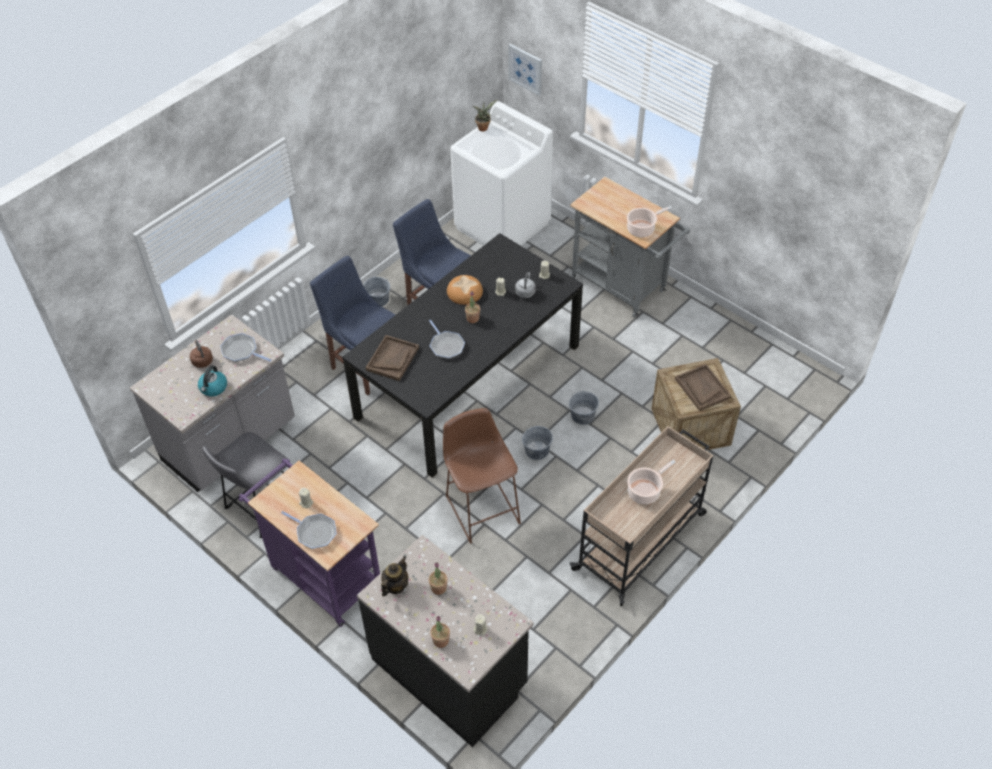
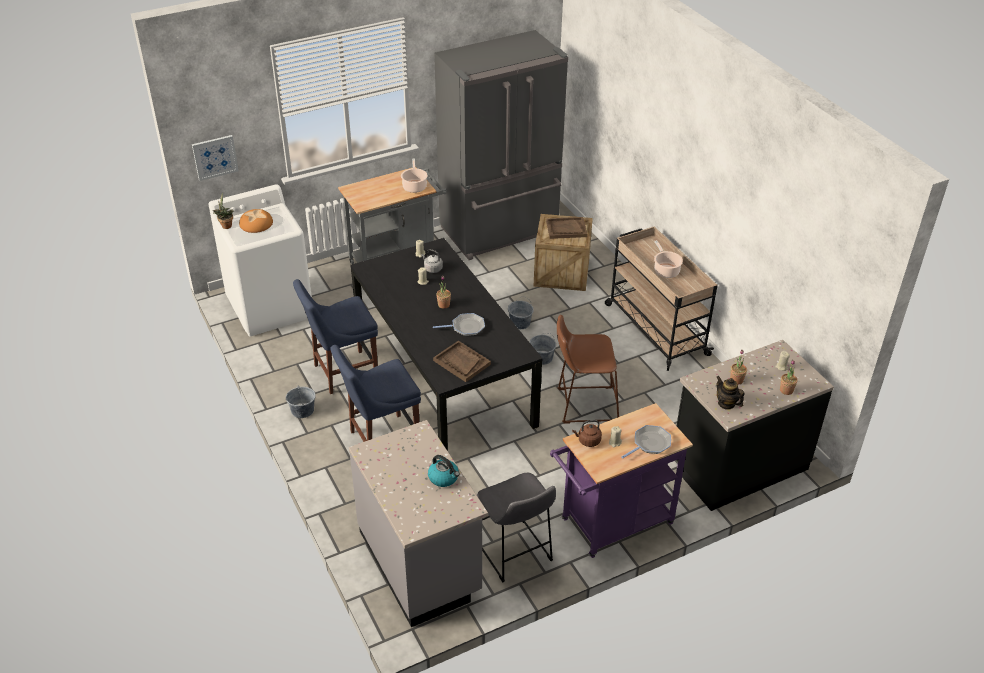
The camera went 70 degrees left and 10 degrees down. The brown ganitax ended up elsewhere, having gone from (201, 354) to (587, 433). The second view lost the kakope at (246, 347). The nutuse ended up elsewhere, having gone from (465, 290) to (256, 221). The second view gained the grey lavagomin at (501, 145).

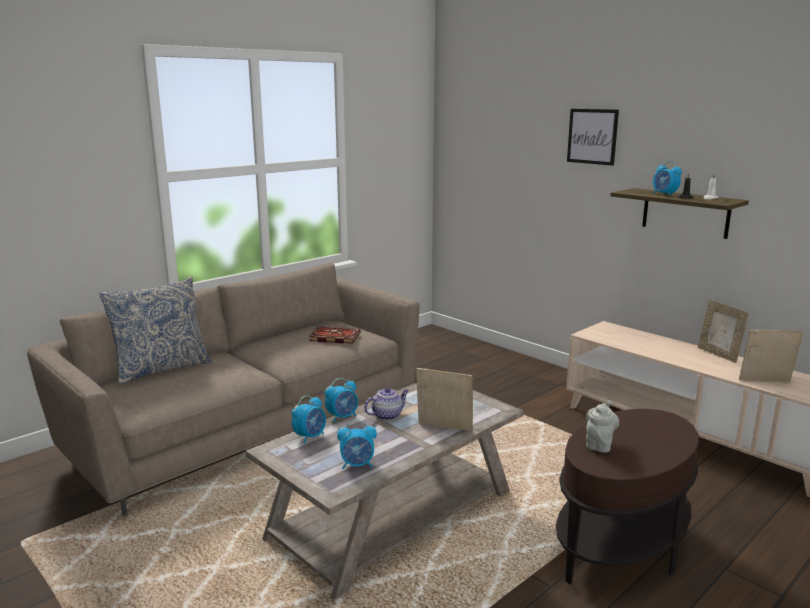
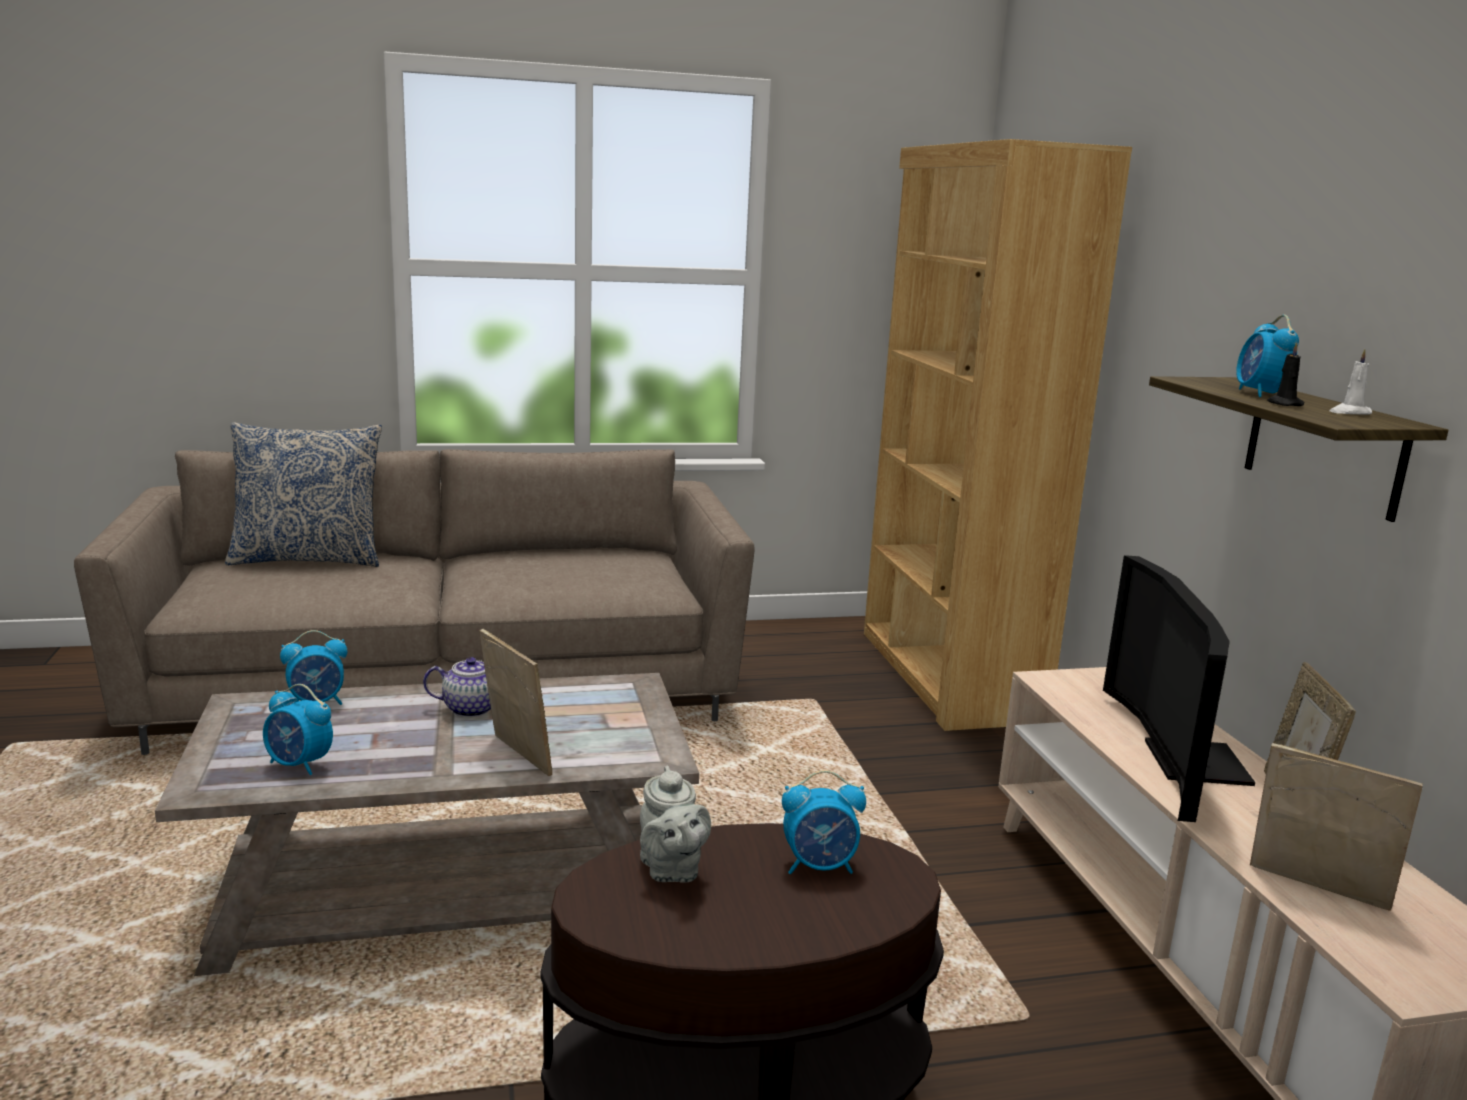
The camera went 30 degrees right and 0 degrees up. The second view lost the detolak at (334, 334). The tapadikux ended up elsewhere, having gone from (341, 400) to (824, 822). The second view lost the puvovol at (593, 137). The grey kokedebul at (602, 426) ended up facing another way, 105 degrees clockwise from before. The second view gained the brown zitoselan at (998, 435). The second view gained the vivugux at (1179, 688).

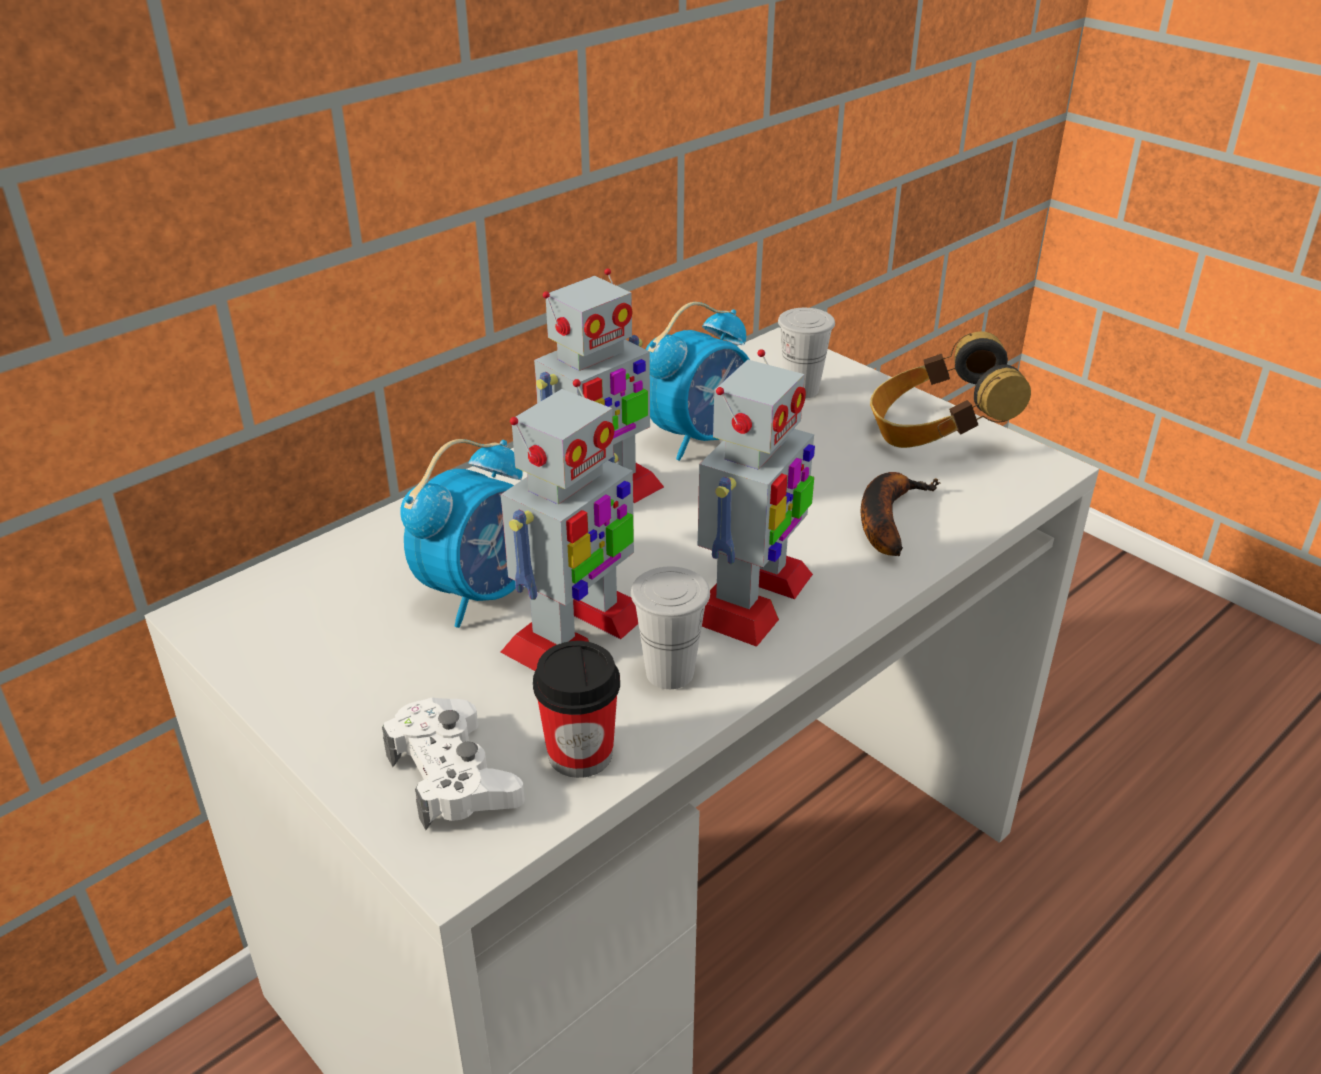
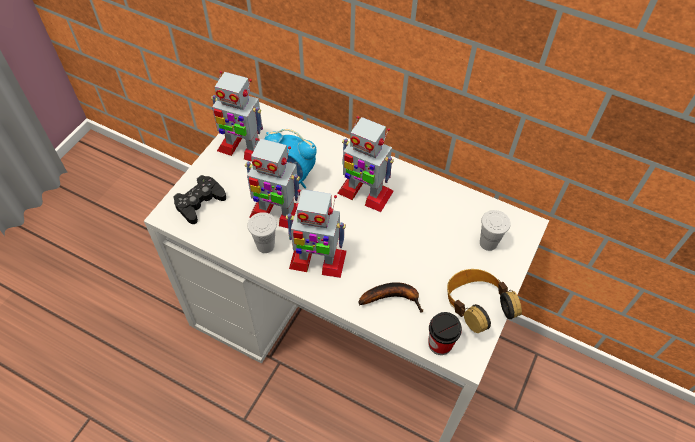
The camera went 70 degrees right and 20 degrees up. What was the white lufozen at (453, 763) turned into the black lufozen at (199, 199). The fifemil ended up elsewhere, having gone from (576, 709) to (445, 333). The second view lost the tapadikux at (698, 381). The second view gained the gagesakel at (237, 116).

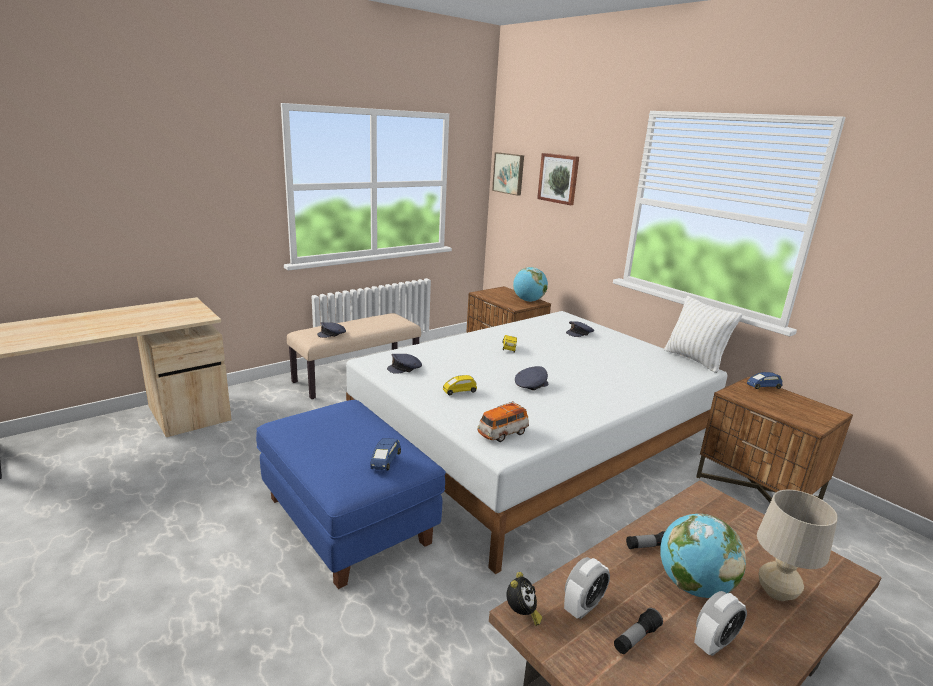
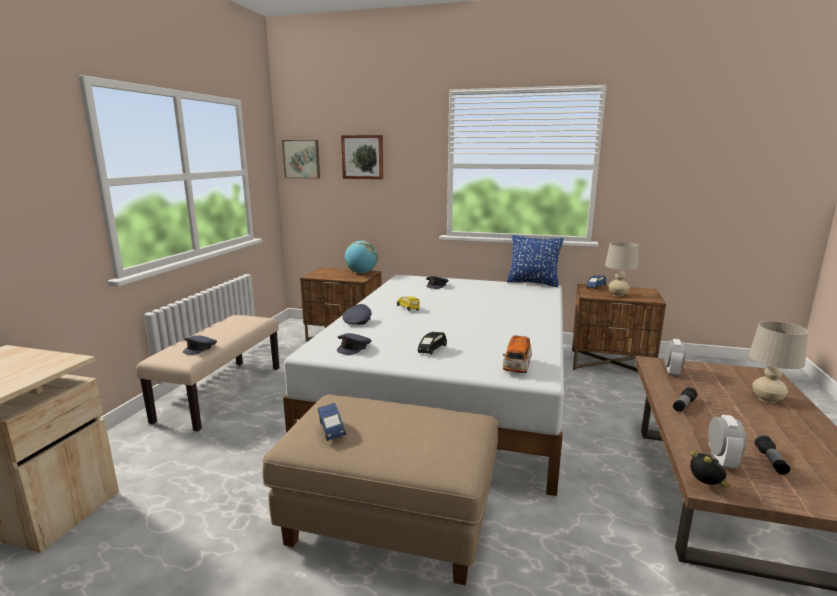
The camera went 35 degrees left and 5 degrees down. What was the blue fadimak at (351, 494) turned into the beige fadimak at (380, 489). The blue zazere ended up elsewhere, having gone from (385, 454) to (332, 422). What was the yellow zazere at (460, 385) turned into the black zazere at (432, 343). The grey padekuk ended up elsewhere, having gone from (531, 378) to (357, 314). The second view lost the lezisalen at (703, 556). What was the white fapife at (703, 334) turned into the blue fapife at (535, 261). The tapadikux ended up elsewhere, having gone from (720, 623) to (675, 357). The second view gained the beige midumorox at (622, 269).

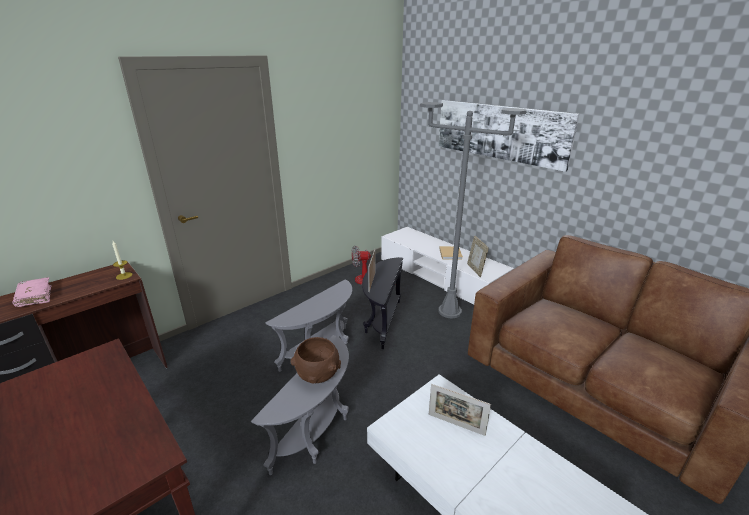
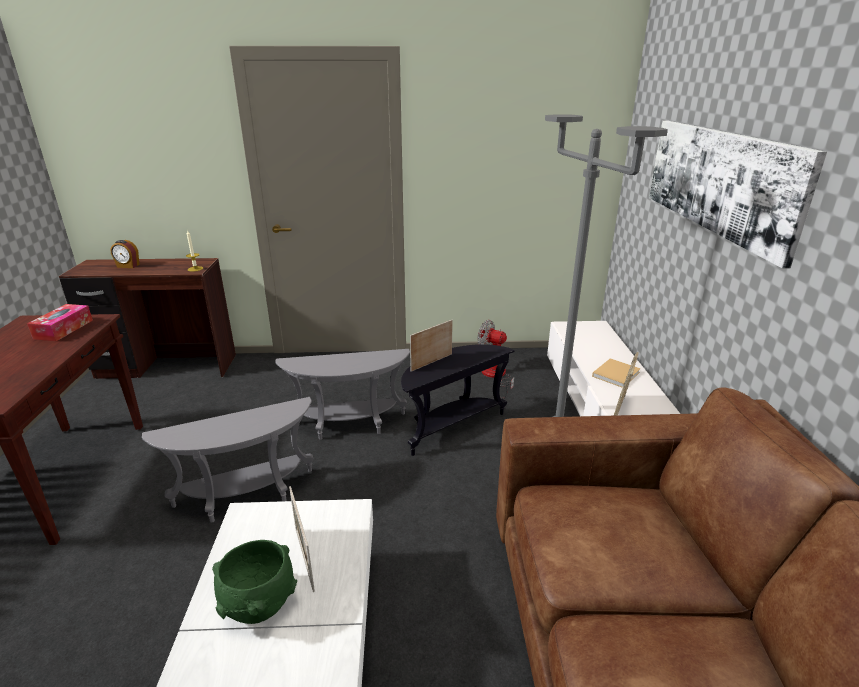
The camera went 40 degrees right and 0 degrees up. Where the pink detolak stood at (32, 292), the tapadikux came to stand at (124, 254). The second view lost the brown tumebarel at (316, 360). The second view gained the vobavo at (60, 322). The second view gained the green tumebarel at (254, 582).

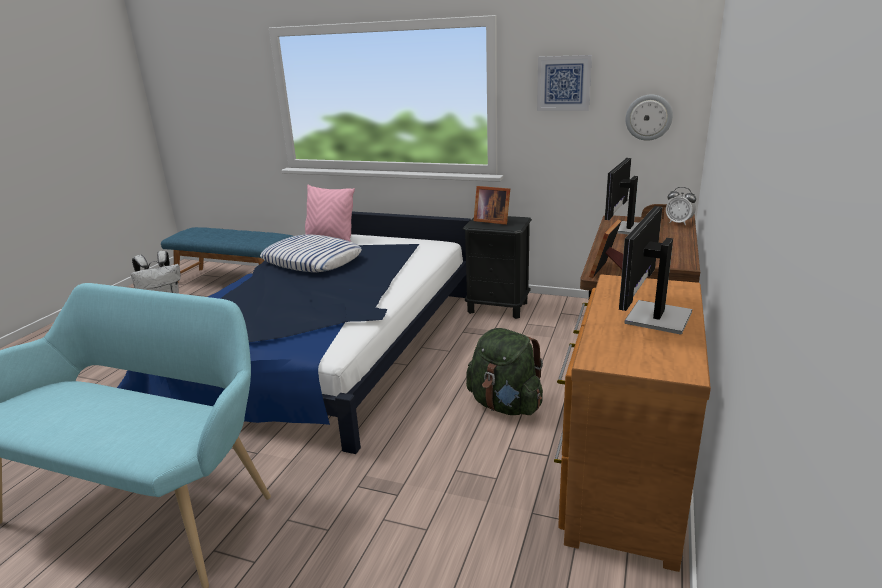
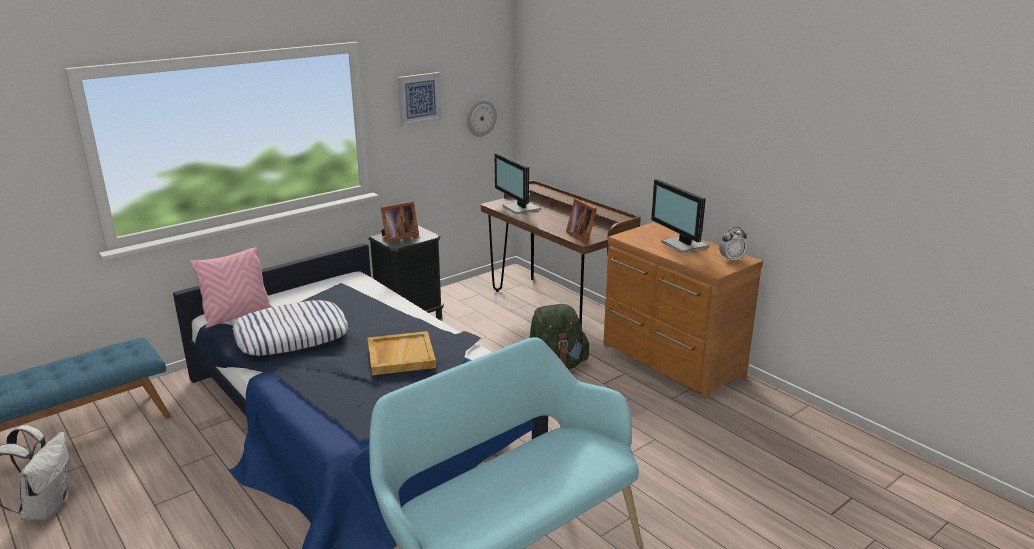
The camera went 60 degrees left and 0 degrees up. The tapadikux ended up elsewhere, having gone from (681, 206) to (733, 244). The second view gained the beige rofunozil at (402, 353).

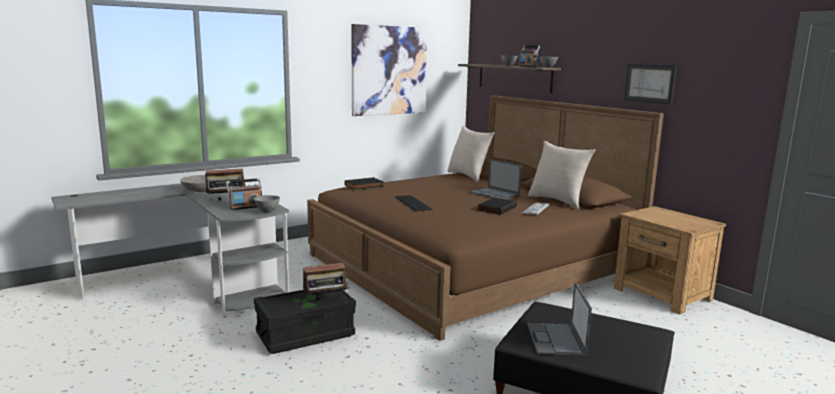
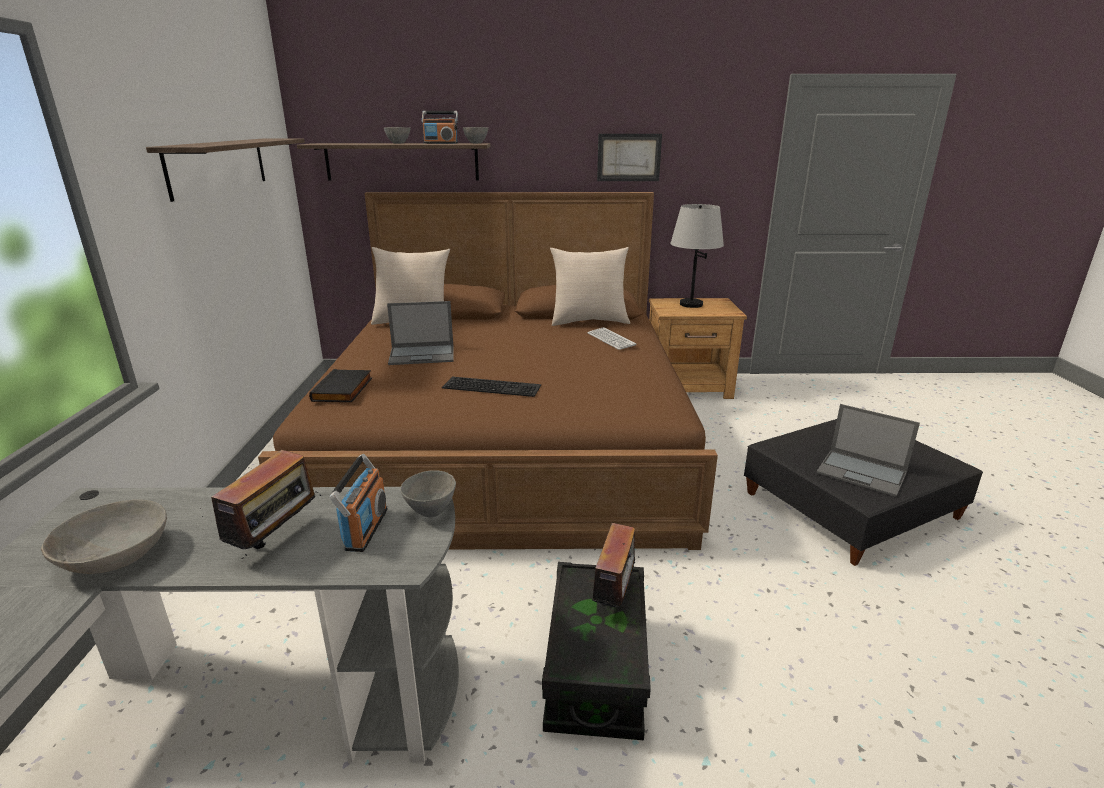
The camera went 55 degrees left and 10 degrees up. Where the puvovol hung at (389, 70), the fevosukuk came to hang at (225, 170). The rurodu ended up elsewhere, having gone from (495, 179) to (420, 333). The second view lost the black detolak at (497, 206). The second view gained the grey midumorox at (697, 256).

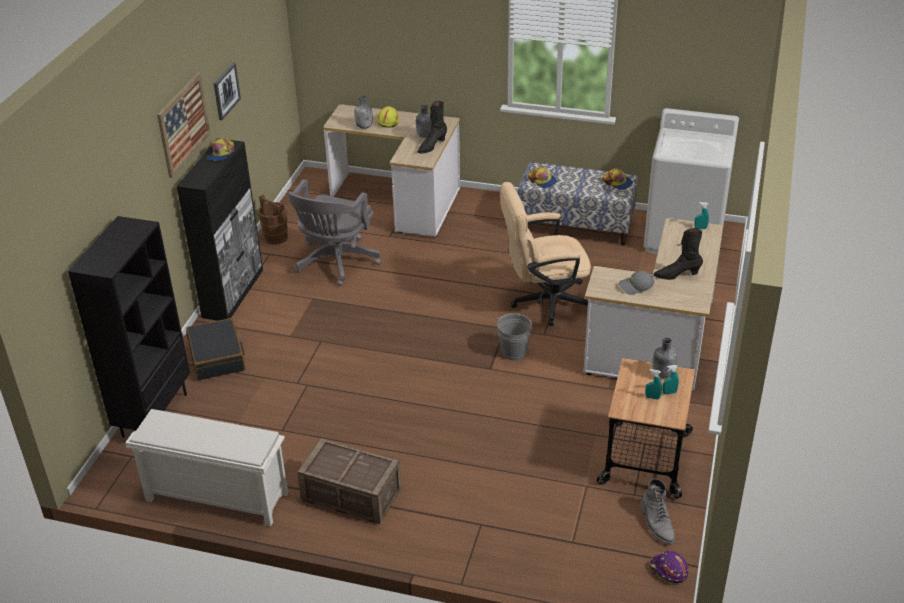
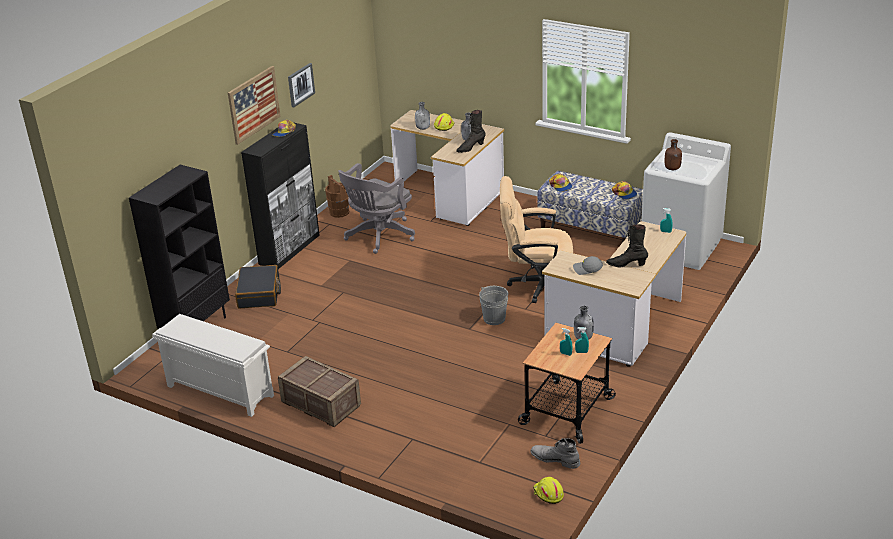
The camera went 15 degrees right and 5 degrees down. The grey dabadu at (658, 511) ended up facing another way, 120 degrees clockwise from before. What was the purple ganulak at (668, 566) turned into the yellow ganulak at (548, 490). The second view gained the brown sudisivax at (673, 154).

